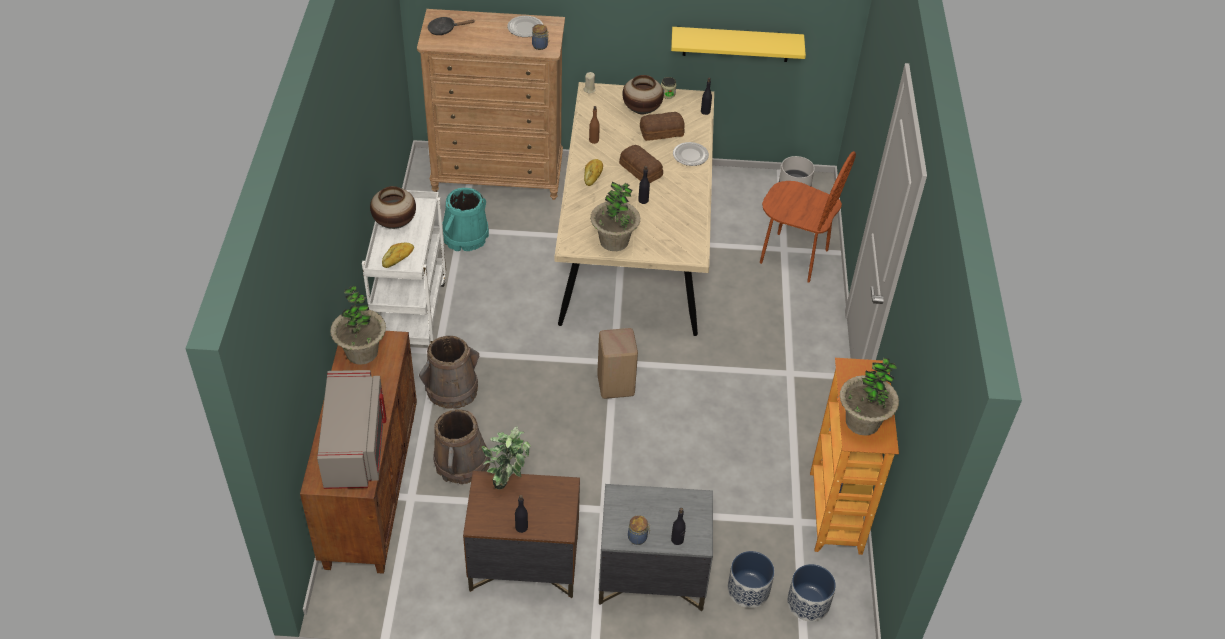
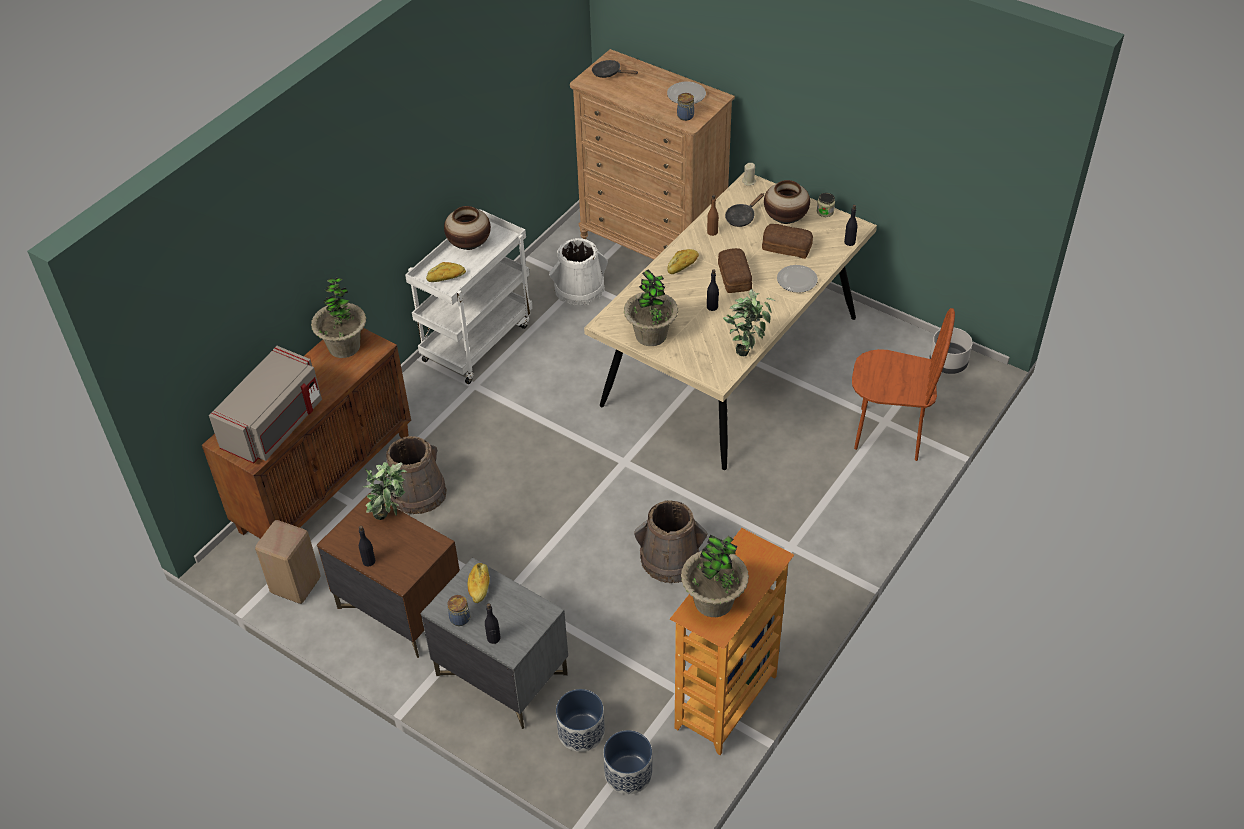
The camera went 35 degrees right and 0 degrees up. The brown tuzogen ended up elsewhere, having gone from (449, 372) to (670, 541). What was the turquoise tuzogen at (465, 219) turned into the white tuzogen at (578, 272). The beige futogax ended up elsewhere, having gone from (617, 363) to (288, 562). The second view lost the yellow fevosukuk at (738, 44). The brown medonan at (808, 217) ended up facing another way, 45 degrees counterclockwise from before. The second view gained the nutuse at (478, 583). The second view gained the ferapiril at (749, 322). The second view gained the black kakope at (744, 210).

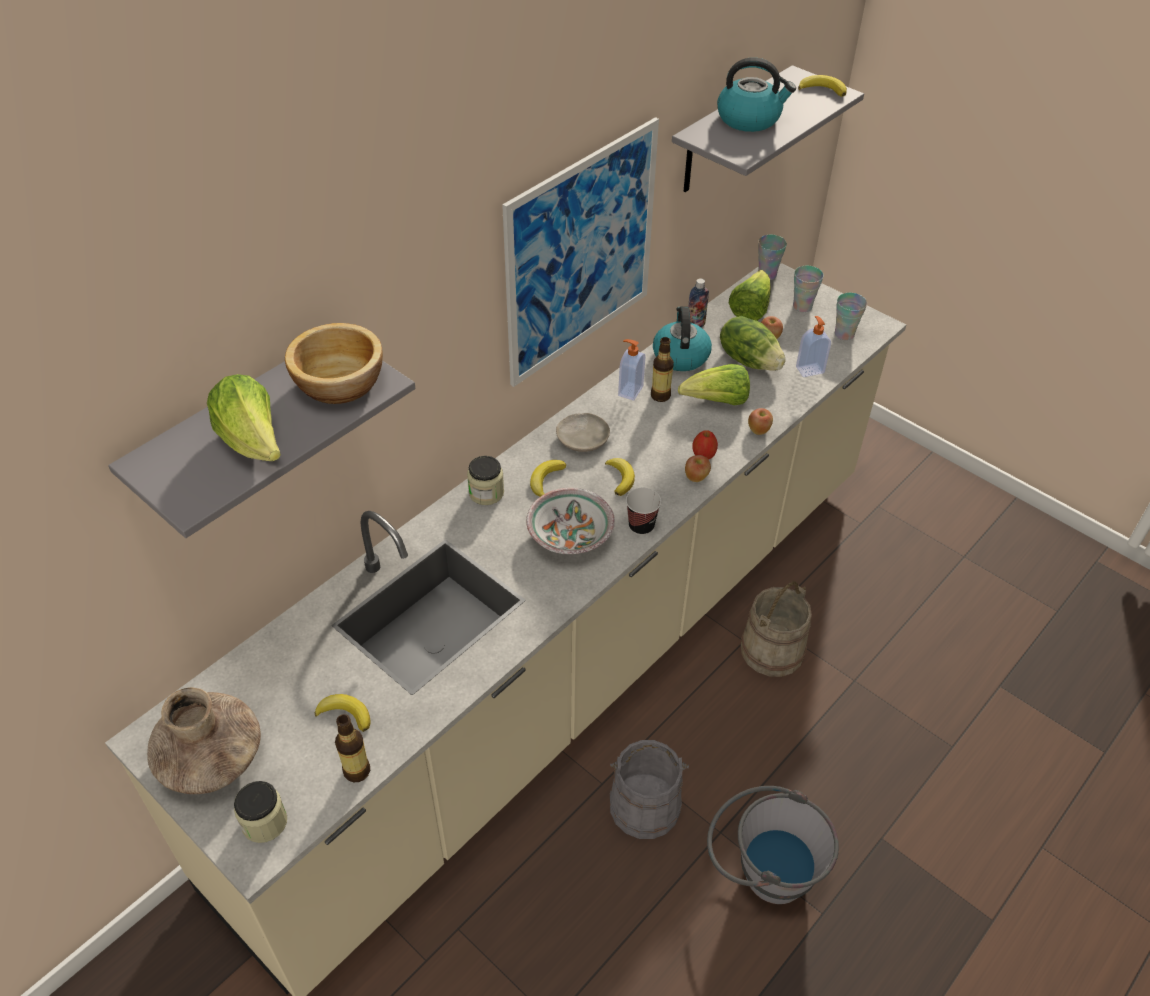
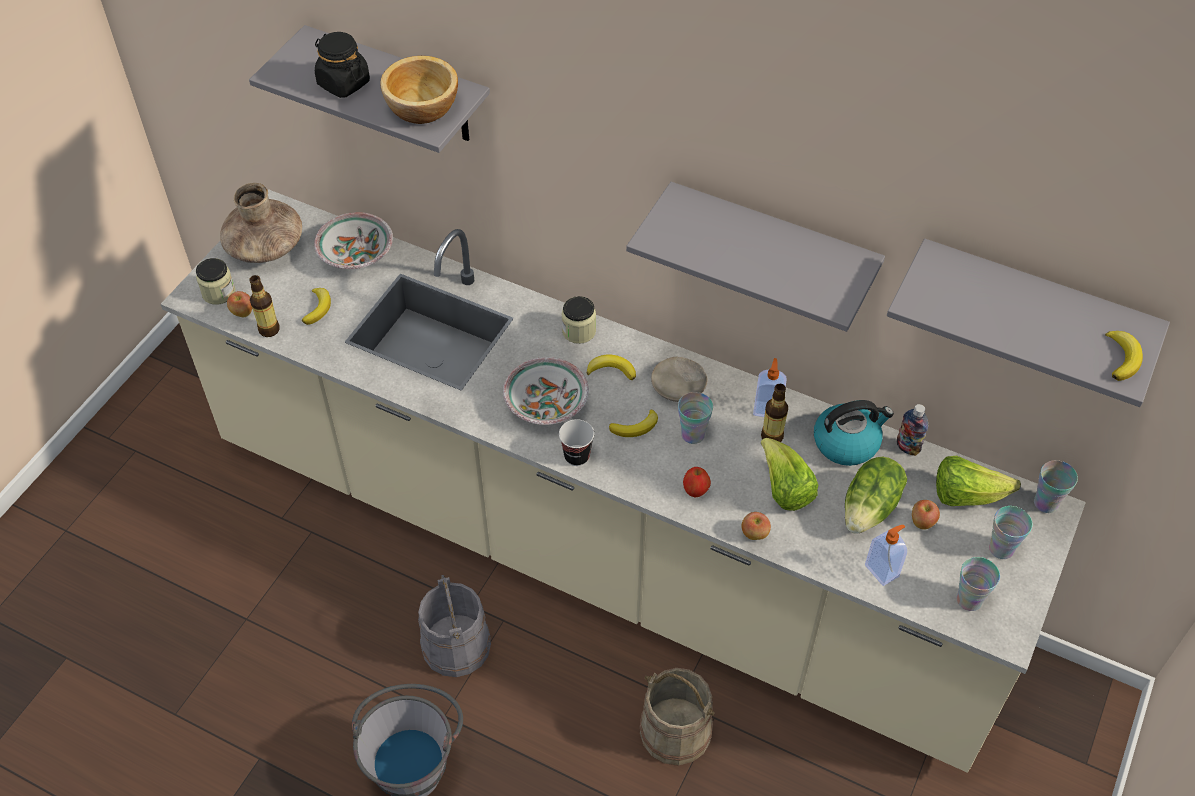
The camera went 75 degrees right and 5 degrees up. Where the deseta stood at (244, 417), the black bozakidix came to stand at (342, 65). Where the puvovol hung at (580, 252), the grey fevosukuk came to hang at (755, 257). The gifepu ended up elsewhere, having gone from (698, 468) to (239, 304). The second view lost the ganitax at (756, 94). The second view gained the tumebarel at (353, 240). The second view gained the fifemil at (695, 418).

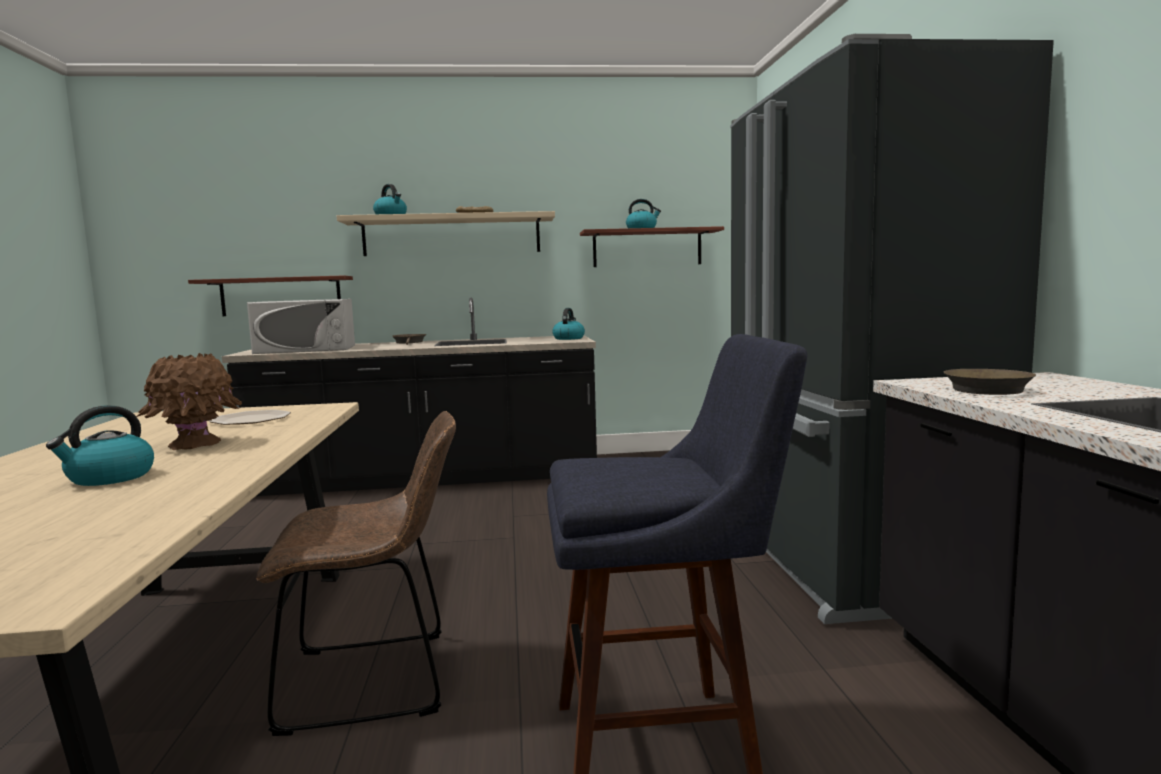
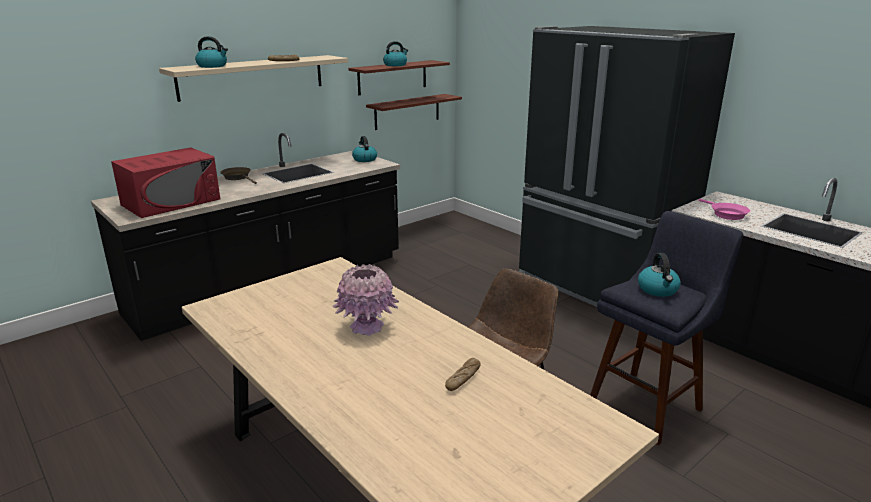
The camera went 35 degrees left and 15 degrees up. The ganitax ended up elsewhere, having gone from (100, 445) to (659, 275). What was the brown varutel at (189, 401) turned into the pink varutel at (366, 300). The fevosukuk ended up elsewhere, having gone from (270, 295) to (414, 112). The second view lost the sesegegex at (250, 417). What was the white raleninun at (301, 326) turned into the red raleninun at (165, 182). What was the brown kakope at (990, 382) turned into the pink kakope at (724, 209). The second view gained the nutuse at (463, 374).

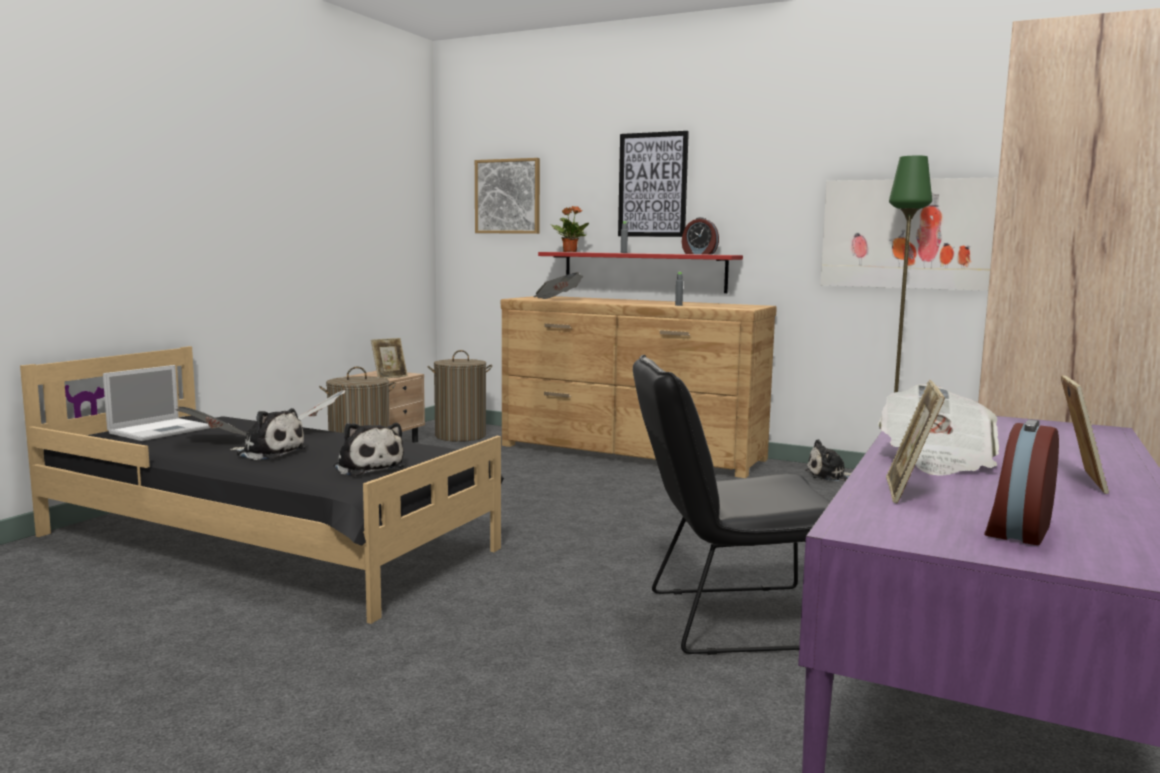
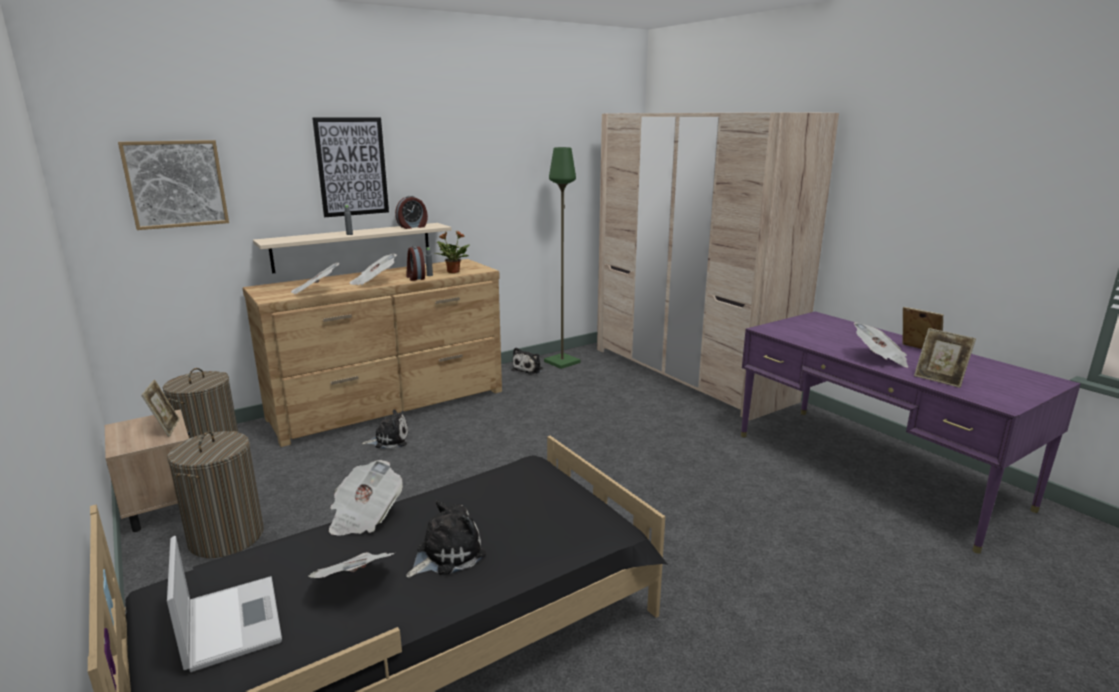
The camera went 60 degrees left and 10 degrees up. The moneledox ended up elsewhere, having gone from (369, 449) to (385, 429). What was the red fevosukuk at (640, 272) turned into the beige fevosukuk at (352, 248). The ferapiril ended up elsewhere, having gone from (569, 229) to (452, 252). The second view lost the black medonan at (731, 505). The second view lost the puvovol at (909, 234). The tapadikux ended up elsewhere, having gone from (1021, 482) to (415, 263). The second view gained the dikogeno at (373, 269).

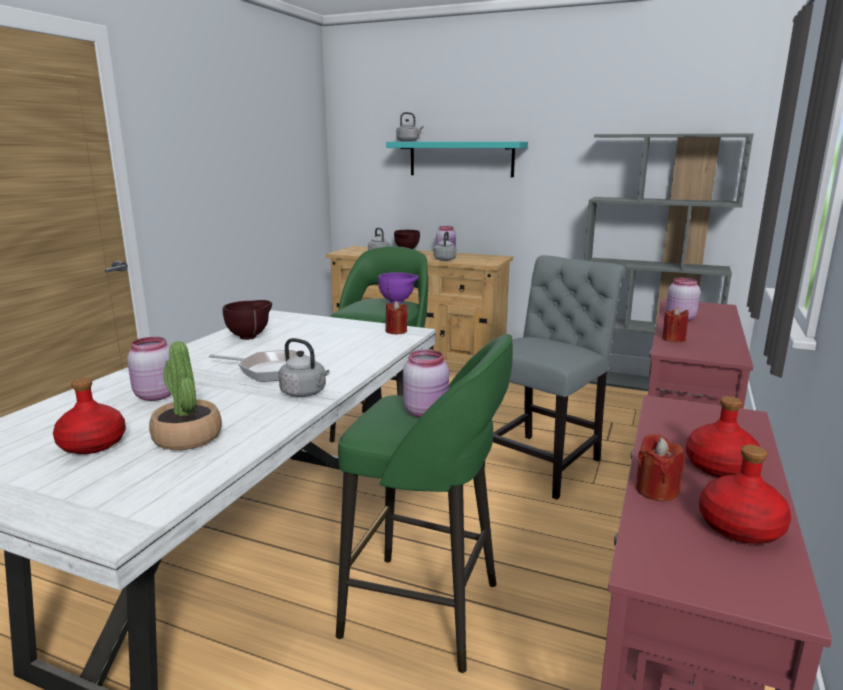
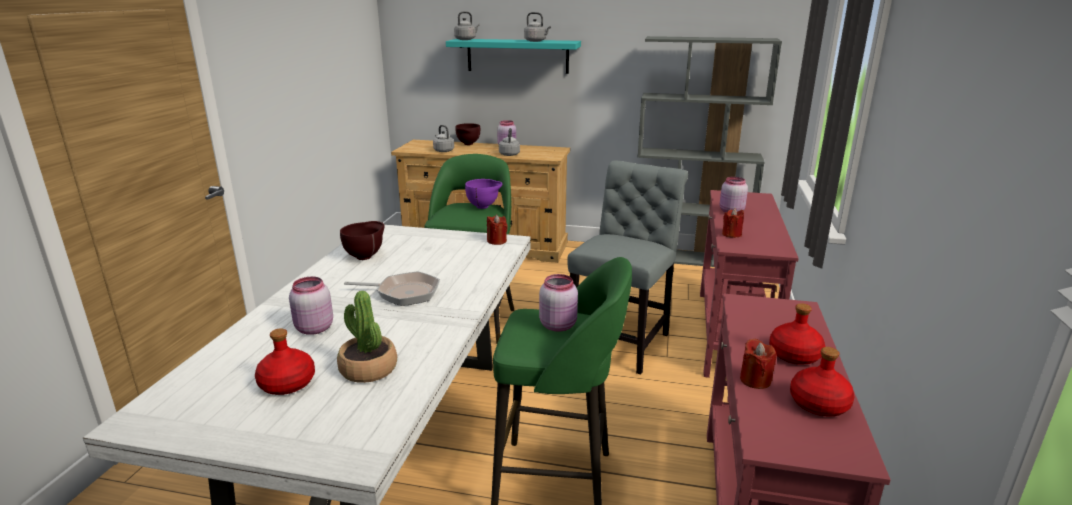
The camera went 10 degrees left and 5 degrees up. The grey ganitax ended up elsewhere, having gone from (303, 367) to (537, 27).

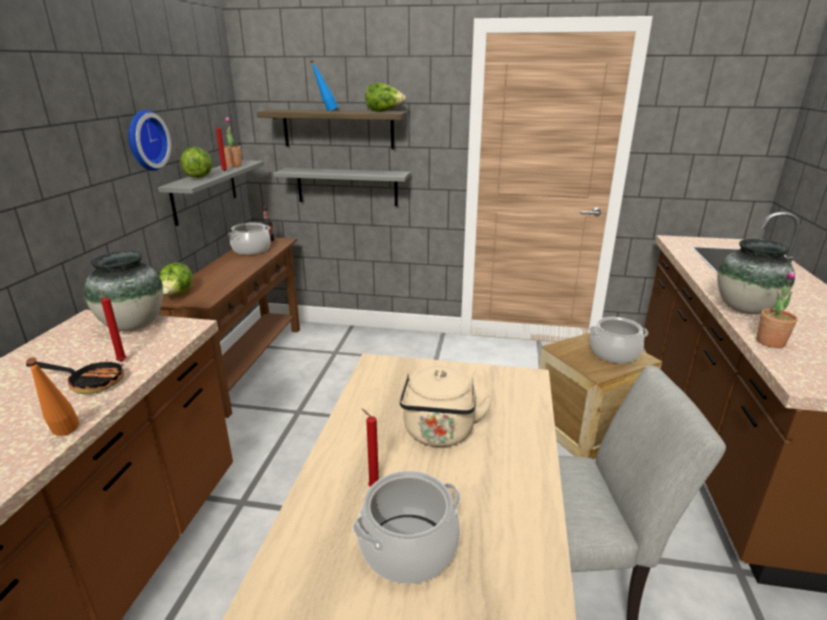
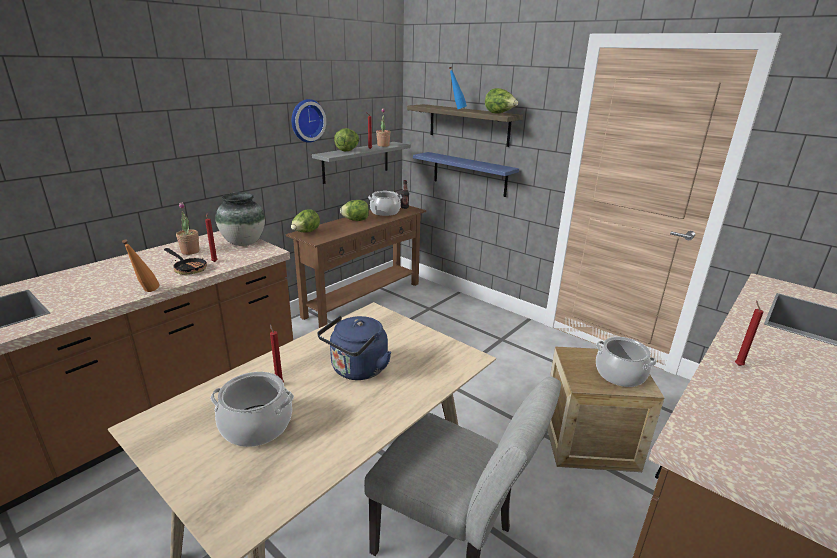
The camera went 30 degrees right and 0 degrees up. What was the grey fevosukuk at (341, 187) turned into the blue fevosukuk at (466, 174). What was the beige ganitax at (446, 406) turned into the blue ganitax at (354, 348). Where the varutel stood at (756, 276), the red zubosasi came to stand at (749, 333). The ferapiril ended up elsewhere, having gone from (777, 309) to (187, 228). The second view gained the deseta at (354, 210).

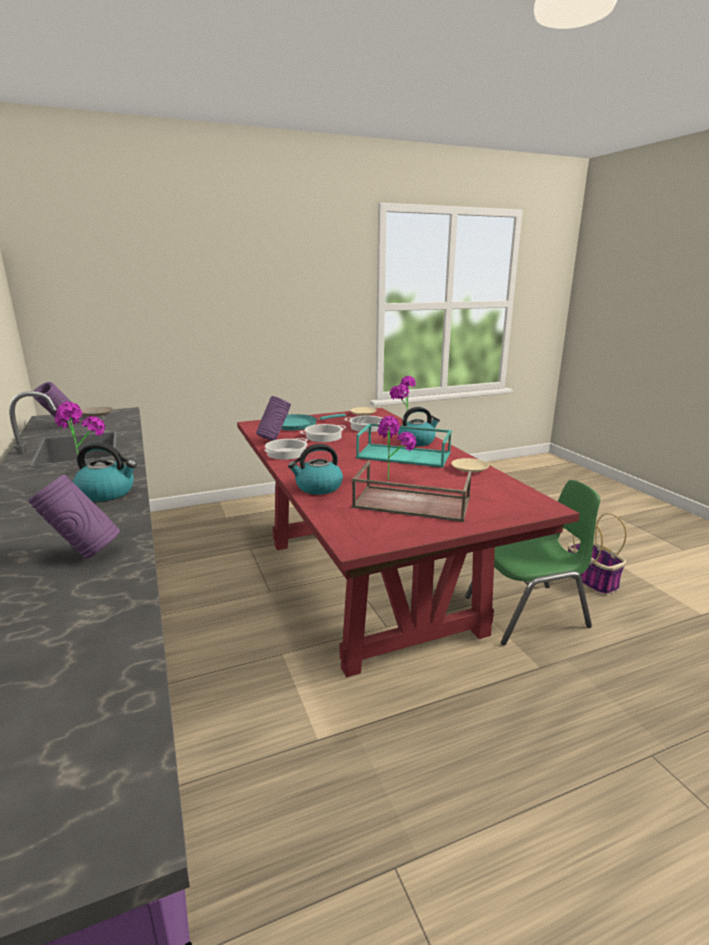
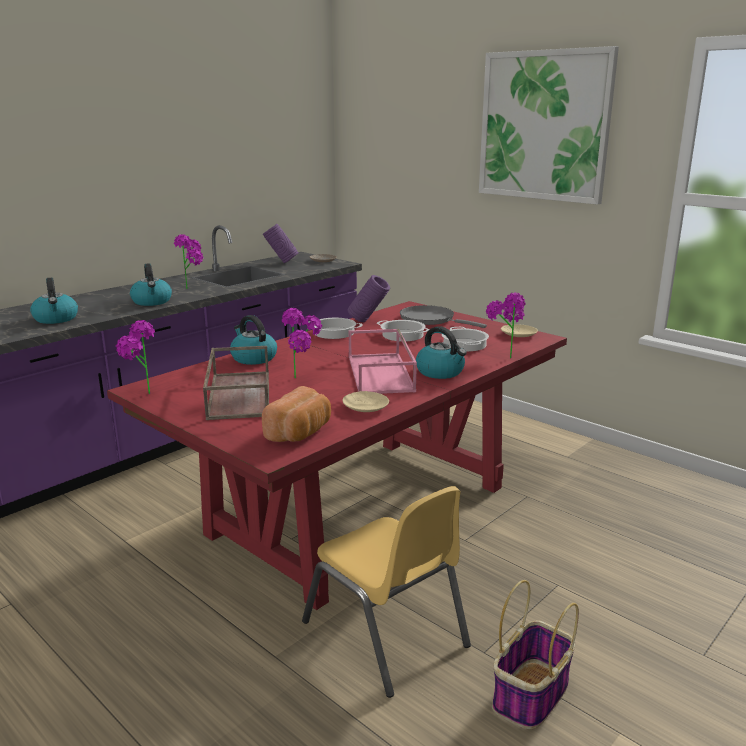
The camera went 65 degrees right and 0 degrees up. Where the purple varutel stood at (74, 516), the ganitax came to stand at (54, 301). What was the turquoise kakope at (313, 422) turned into the grey kakope at (443, 316). What was the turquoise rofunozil at (404, 445) turned into the pink rofunozil at (383, 361). What was the green medonan at (533, 562) turned into the yellow medonan at (386, 592). The second view gained the ferapiril at (135, 357). The second view gained the nutuse at (296, 414). The second view gained the puvovol at (549, 125).

